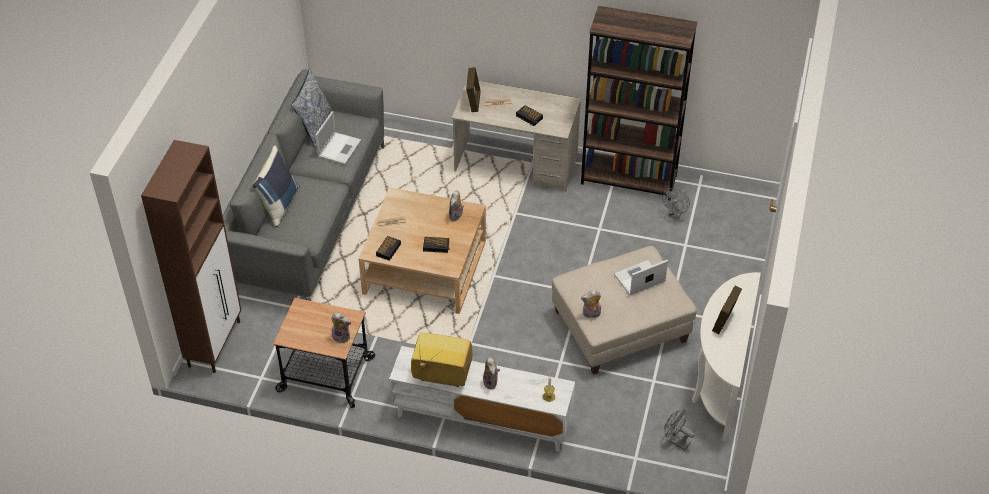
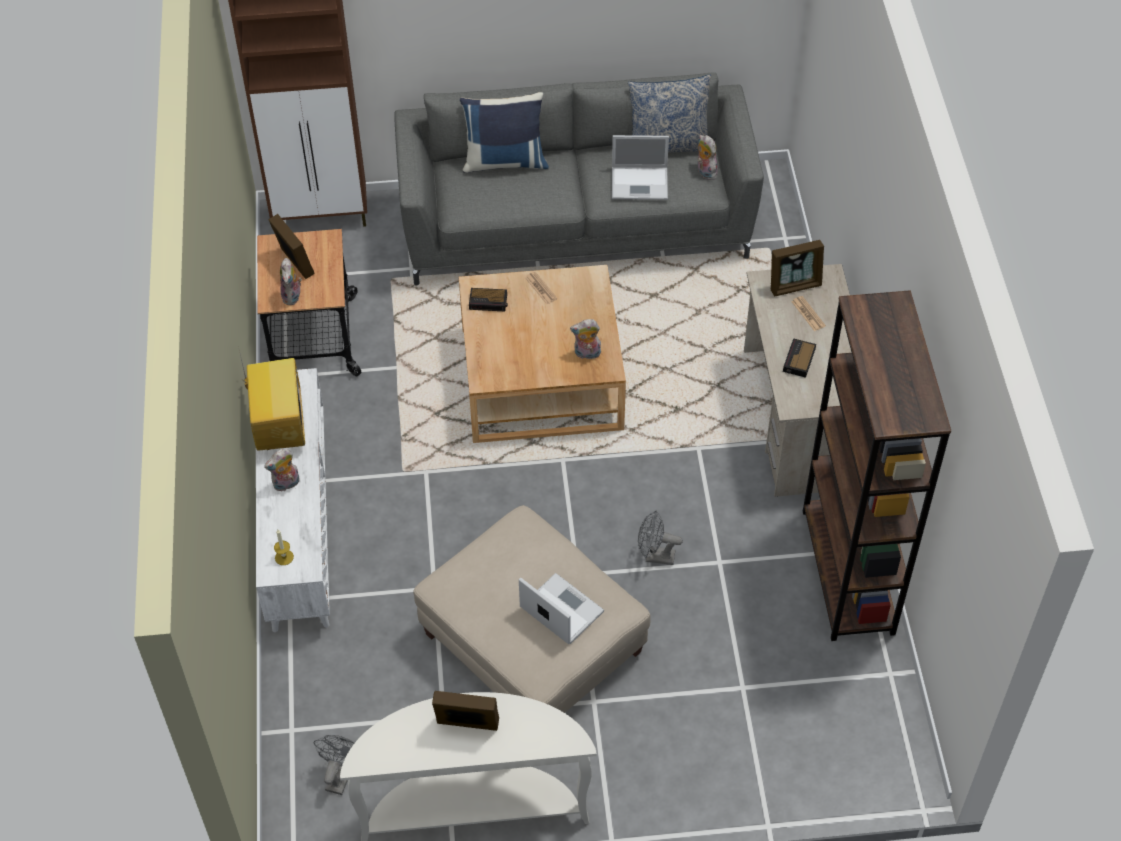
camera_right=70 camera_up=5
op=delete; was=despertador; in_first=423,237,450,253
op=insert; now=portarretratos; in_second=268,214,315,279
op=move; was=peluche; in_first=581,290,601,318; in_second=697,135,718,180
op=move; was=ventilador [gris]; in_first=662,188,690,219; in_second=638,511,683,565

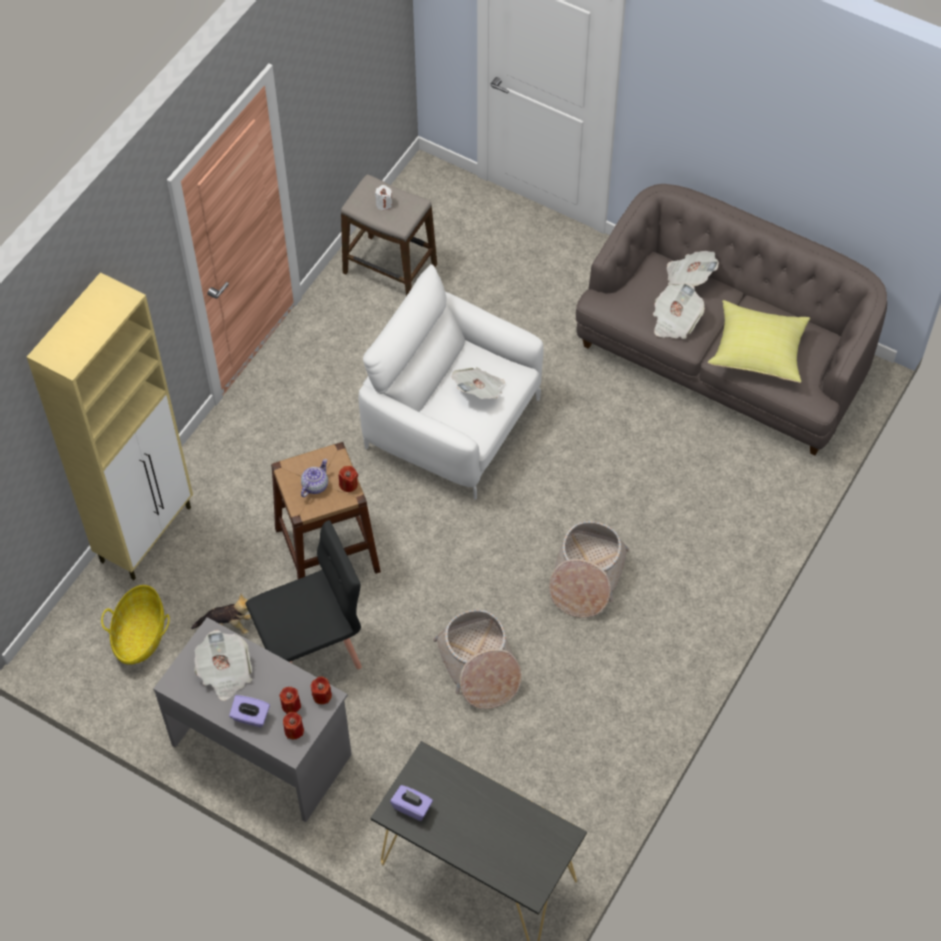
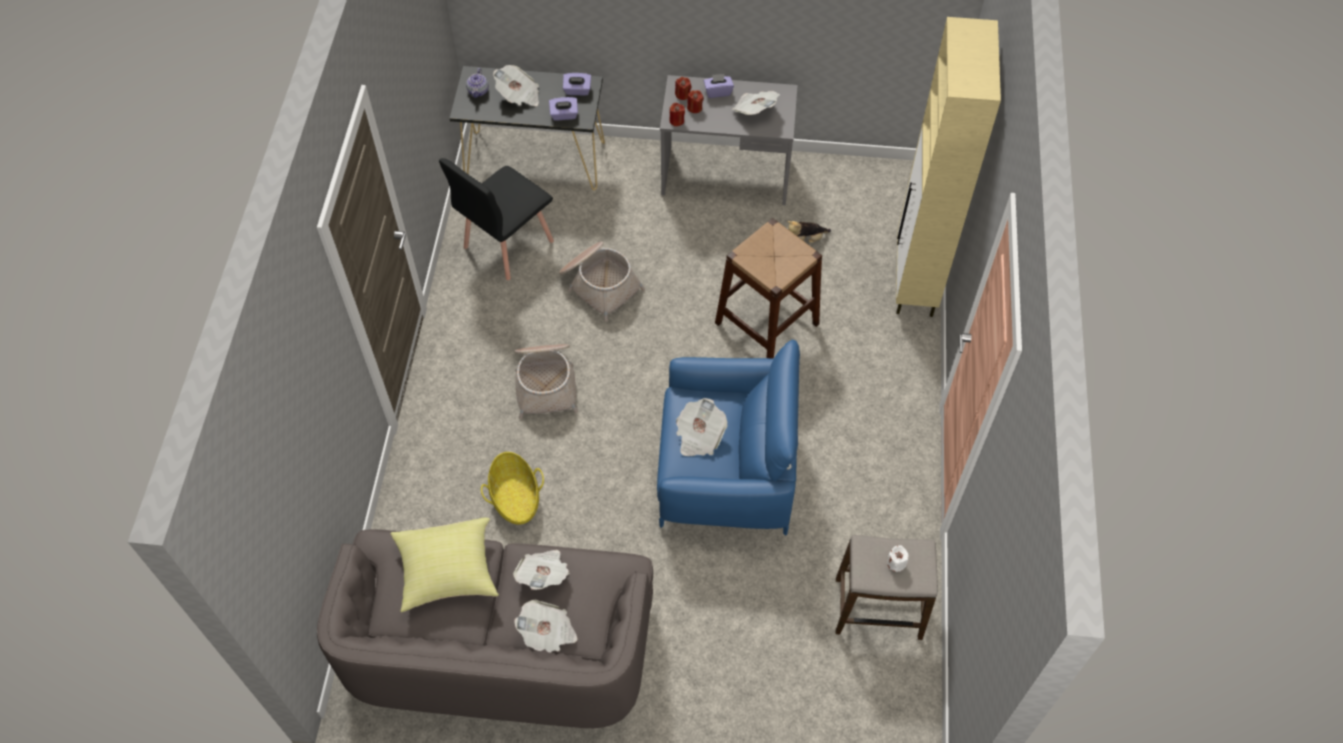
camera_right=155 camera_up=0
op=delete; was=vela [rojo]; in_first=339,466,358,492
op=insert; now=periódico; in_second=493,65,539,106
op=insert; now=caja de pañuelos [morado]; in_second=549,97,578,121
op=move; was=cesta; in_first=101,585,170,665; in_second=481,452,544,525
op=move; was=silla [negro]; in_first=246,520,362,669; in_second=439,158,554,280
op=move; was=tetera; in_first=301,459,328,497; in_second=466,68,489,98
op=recolor; was=sillón [blanco]; now=sillón [azul]; in_first=358,264,544,500; in_second=657,340,800,536

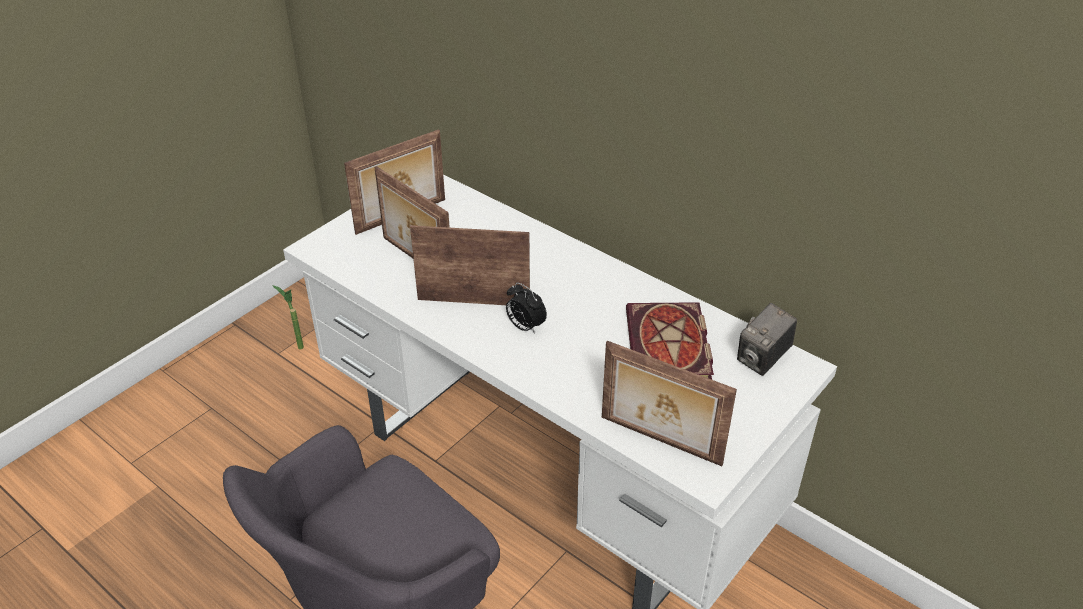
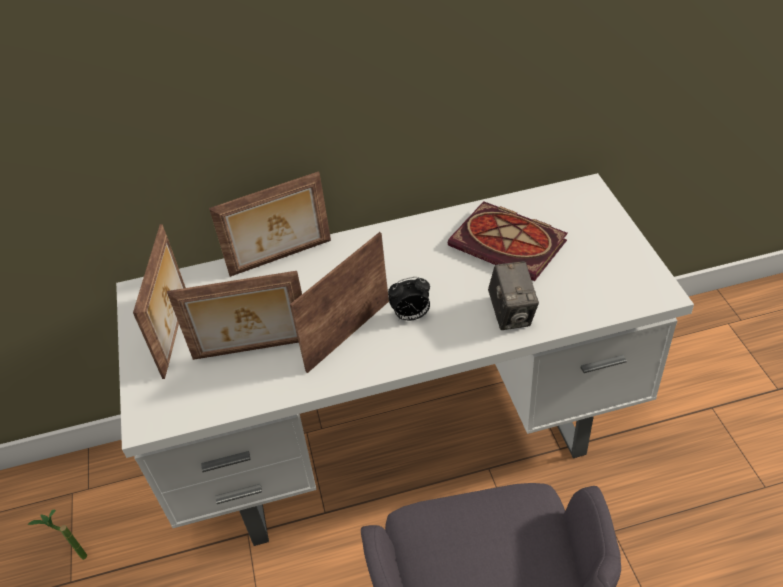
camera_right=-50 camera_up=5
op=move; was=portarretratos; in_first=602,341,737,466; in_second=209,171,331,277
op=move; was=cámara; in_first=737,303,797,376; in_second=488,261,539,330

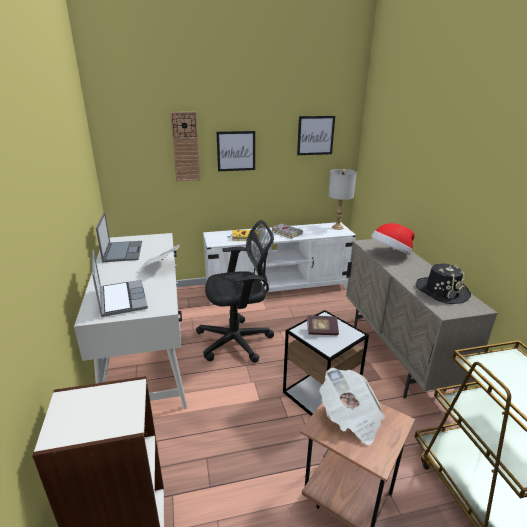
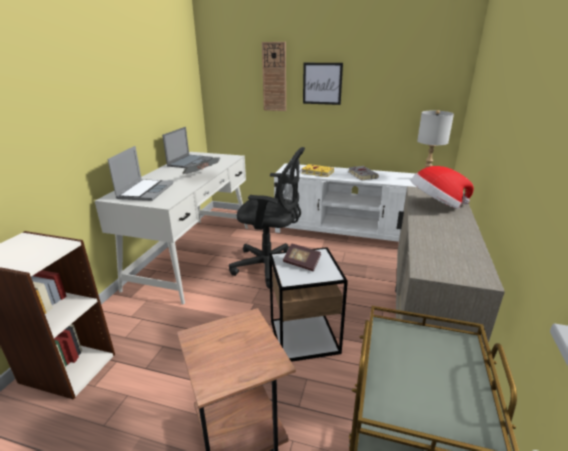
camera_right=30 camera_up=0
op=delete; was=cuadro; in_first=297,116,335,155
op=delete; was=periódico; in_first=320,368,385,445
op=delete; was=sombrero [negro]; in_first=415,263,471,304

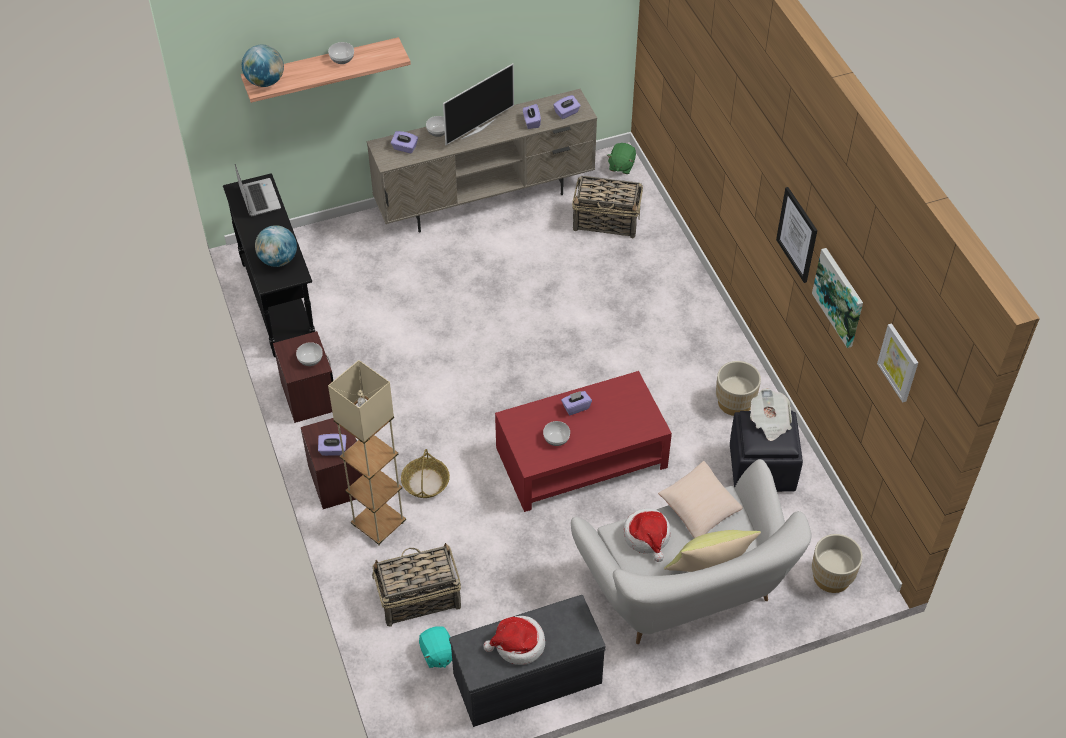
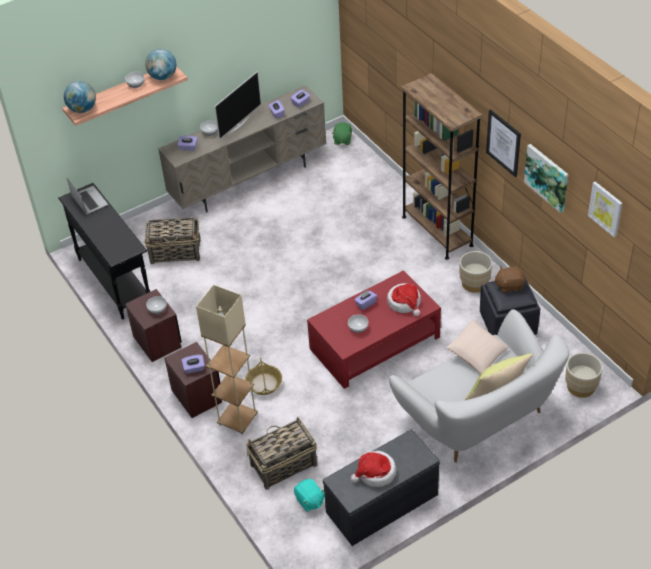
camera_right=-10 camera_up=-5
op=insert; now=estantería [marrón]; in_second=401,73,483,260
op=move; was=globo terráqueo; in_first=255,225,297,267; in_second=145,49,176,80
op=move; was=cesta; in_first=572,176,643,238; in_second=145,217,201,264
op=move; was=sombrero; in_first=623,508,671,562; in_second=387,283,421,316
op=replace; was=periódico; now=peluche [marrón]; in_first=750,388,792,441; in_second=494,266,525,293

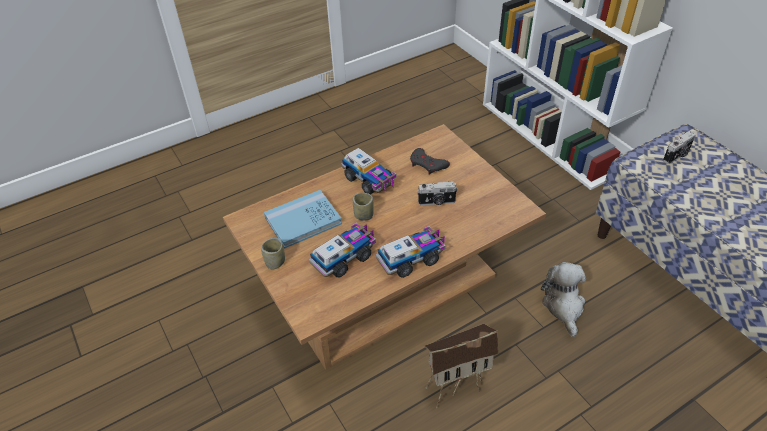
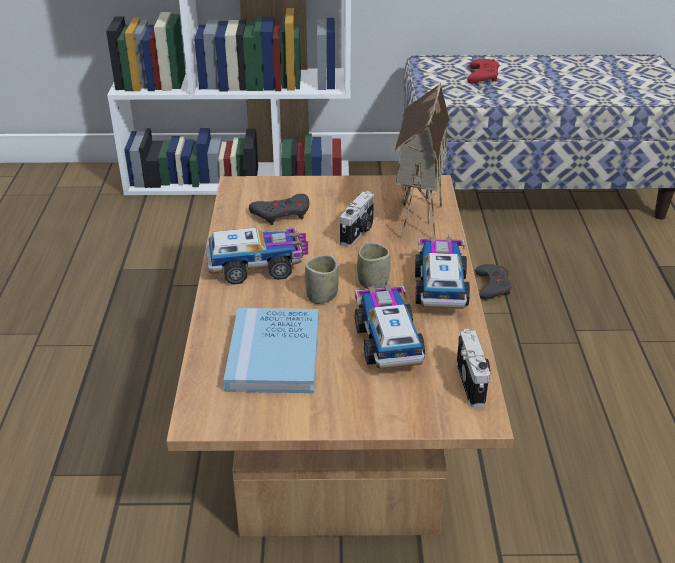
camera_right=-60 camera_up=-10
op=insert; now=mando de consola [rojo]; in_second=467,59,499,84
op=move; was=taza; in_first=261,238,285,269; in_second=357,243,390,289
op=move; was=casita; in_first=424,324,498,408; in_second=395,82,449,238
op=move; was=cámara; in_first=663,131,696,164; in_second=457,329,490,407
op=replace; was=peluche; now=mando de consola [gris]; in_first=541,262,586,337; in_second=475,264,512,300

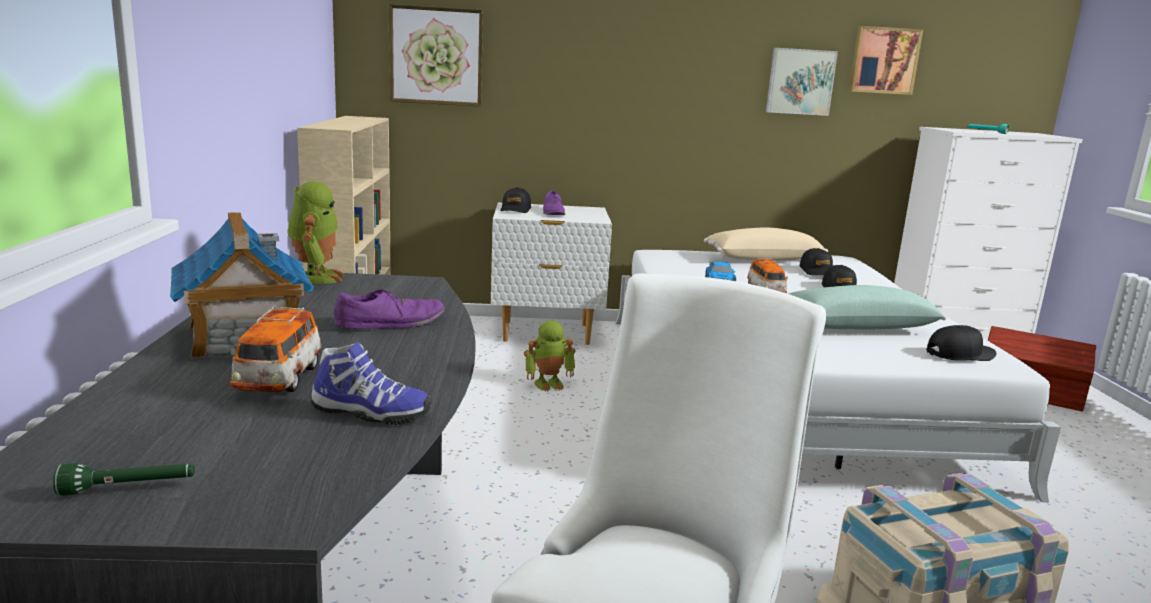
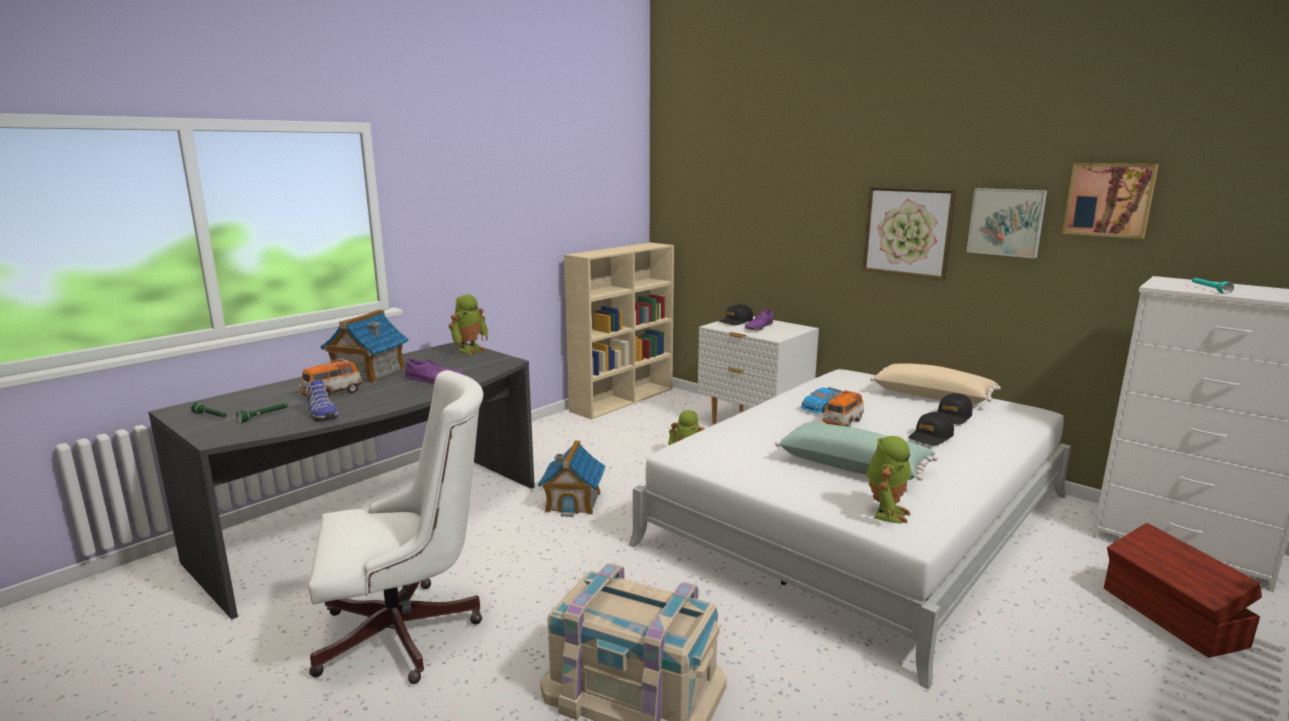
camera_right=45 camera_up=0
op=insert; now=linterna [verde]; in_second=236,403,288,423
op=insert; now=casita; in_second=537,441,606,517
op=move; was=cuadro; in_first=388,4,483,107; in_second=862,187,956,280
op=replace; was=gorra [negro]; now=robot de juguete; in_first=926,325,997,361; in_second=867,436,911,524

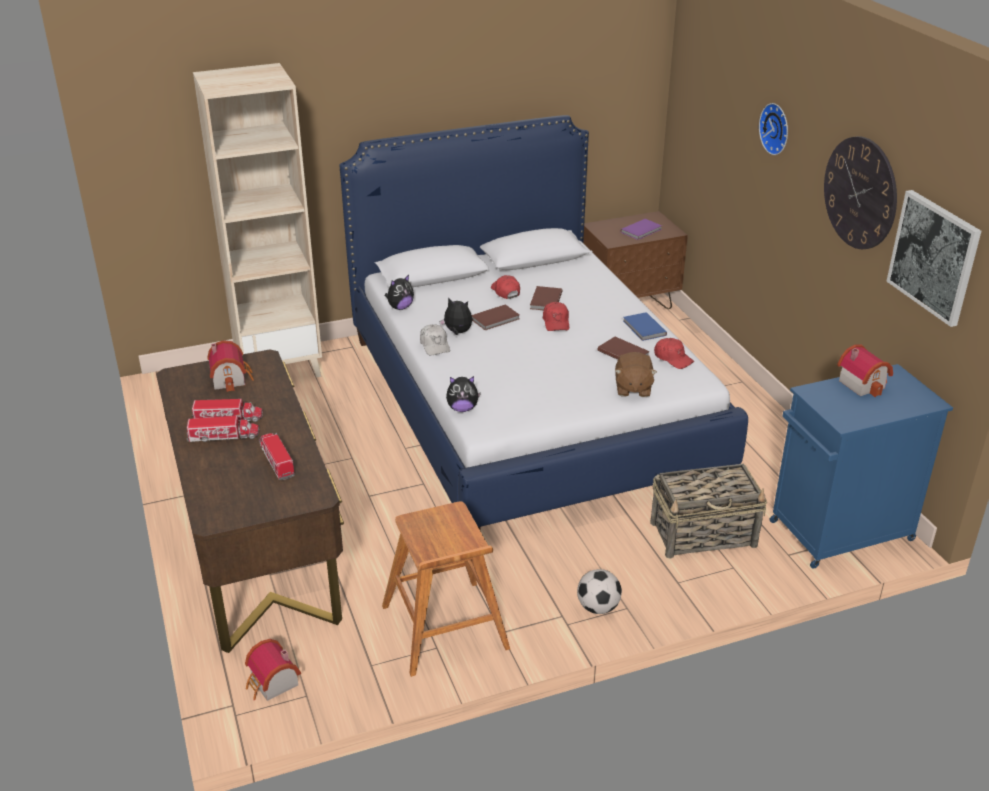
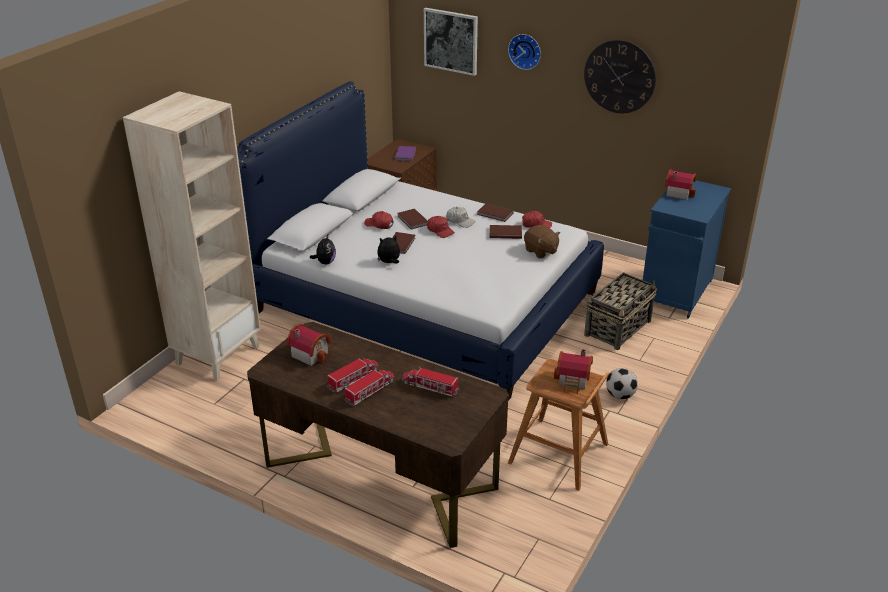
camera_right=-40 camera_up=0
op=delete; was=peluche; in_first=446,376,481,412
op=move; was=casita; in_first=245,639,301,701; in_second=554,349,593,394
op=move; was=gorra [blanco]; in_first=420,324,450,355; in_second=446,207,476,228
op=move; was=cuadro; in_first=886,190,981,327; in_second=424,8,478,76
op=recolor; was=libro [azul]; now=libro [marrón]; in_first=623,312,667,341; in_second=477,204,514,222

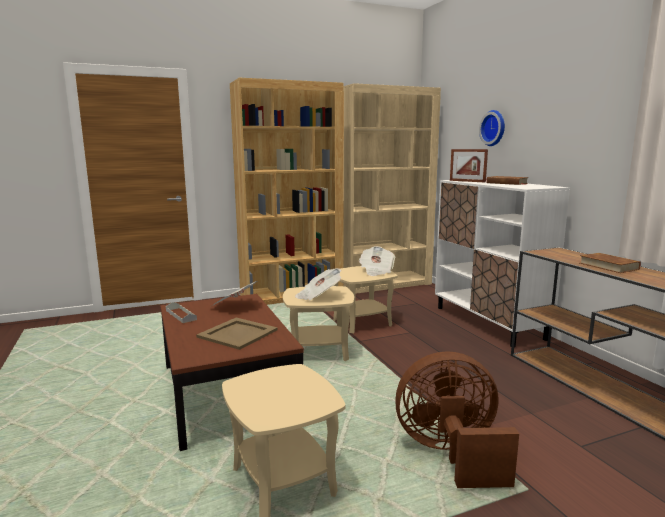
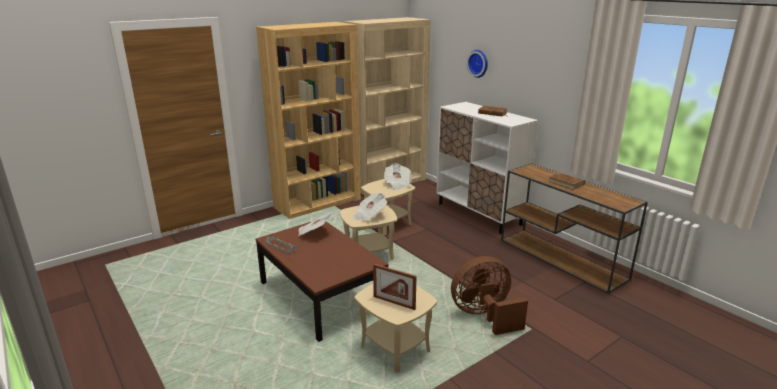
camera_right=-15 camera_up=10
op=delete; was=bandeja [beis]; in_first=196,318,278,350
op=move; was=portarretratos; in_first=450,149,488,183; in_second=373,264,417,310

